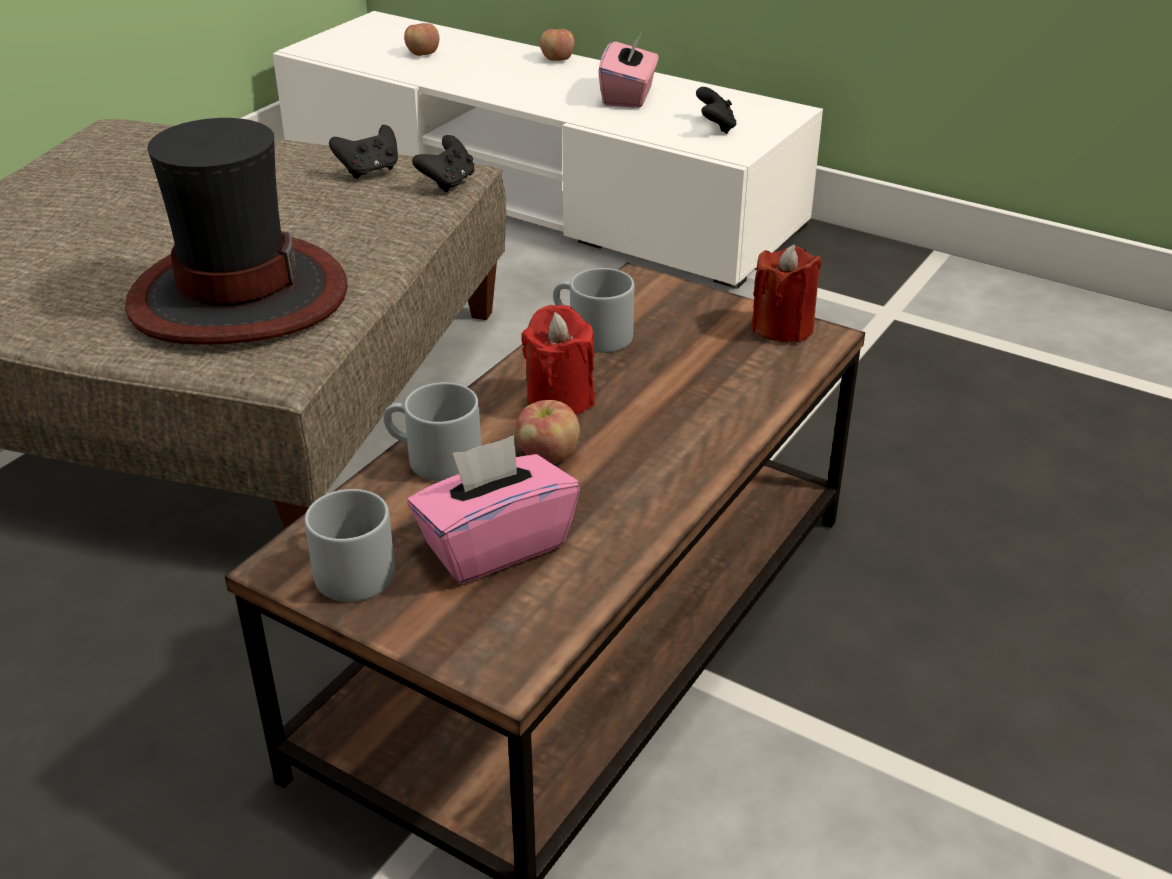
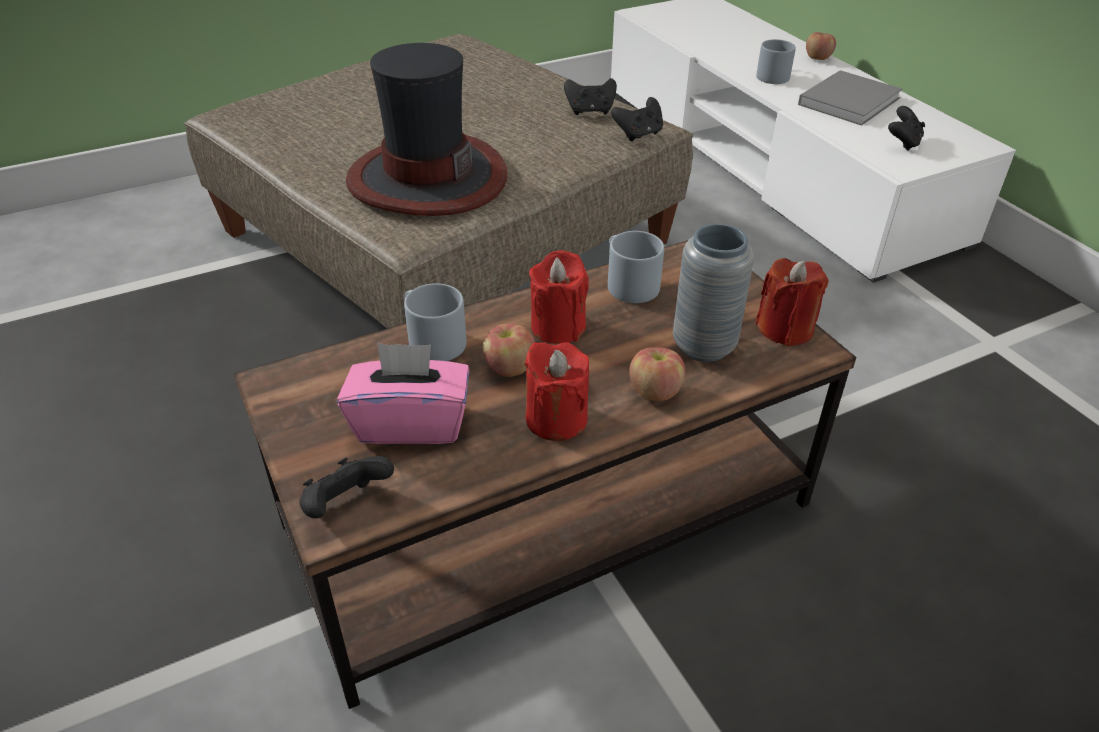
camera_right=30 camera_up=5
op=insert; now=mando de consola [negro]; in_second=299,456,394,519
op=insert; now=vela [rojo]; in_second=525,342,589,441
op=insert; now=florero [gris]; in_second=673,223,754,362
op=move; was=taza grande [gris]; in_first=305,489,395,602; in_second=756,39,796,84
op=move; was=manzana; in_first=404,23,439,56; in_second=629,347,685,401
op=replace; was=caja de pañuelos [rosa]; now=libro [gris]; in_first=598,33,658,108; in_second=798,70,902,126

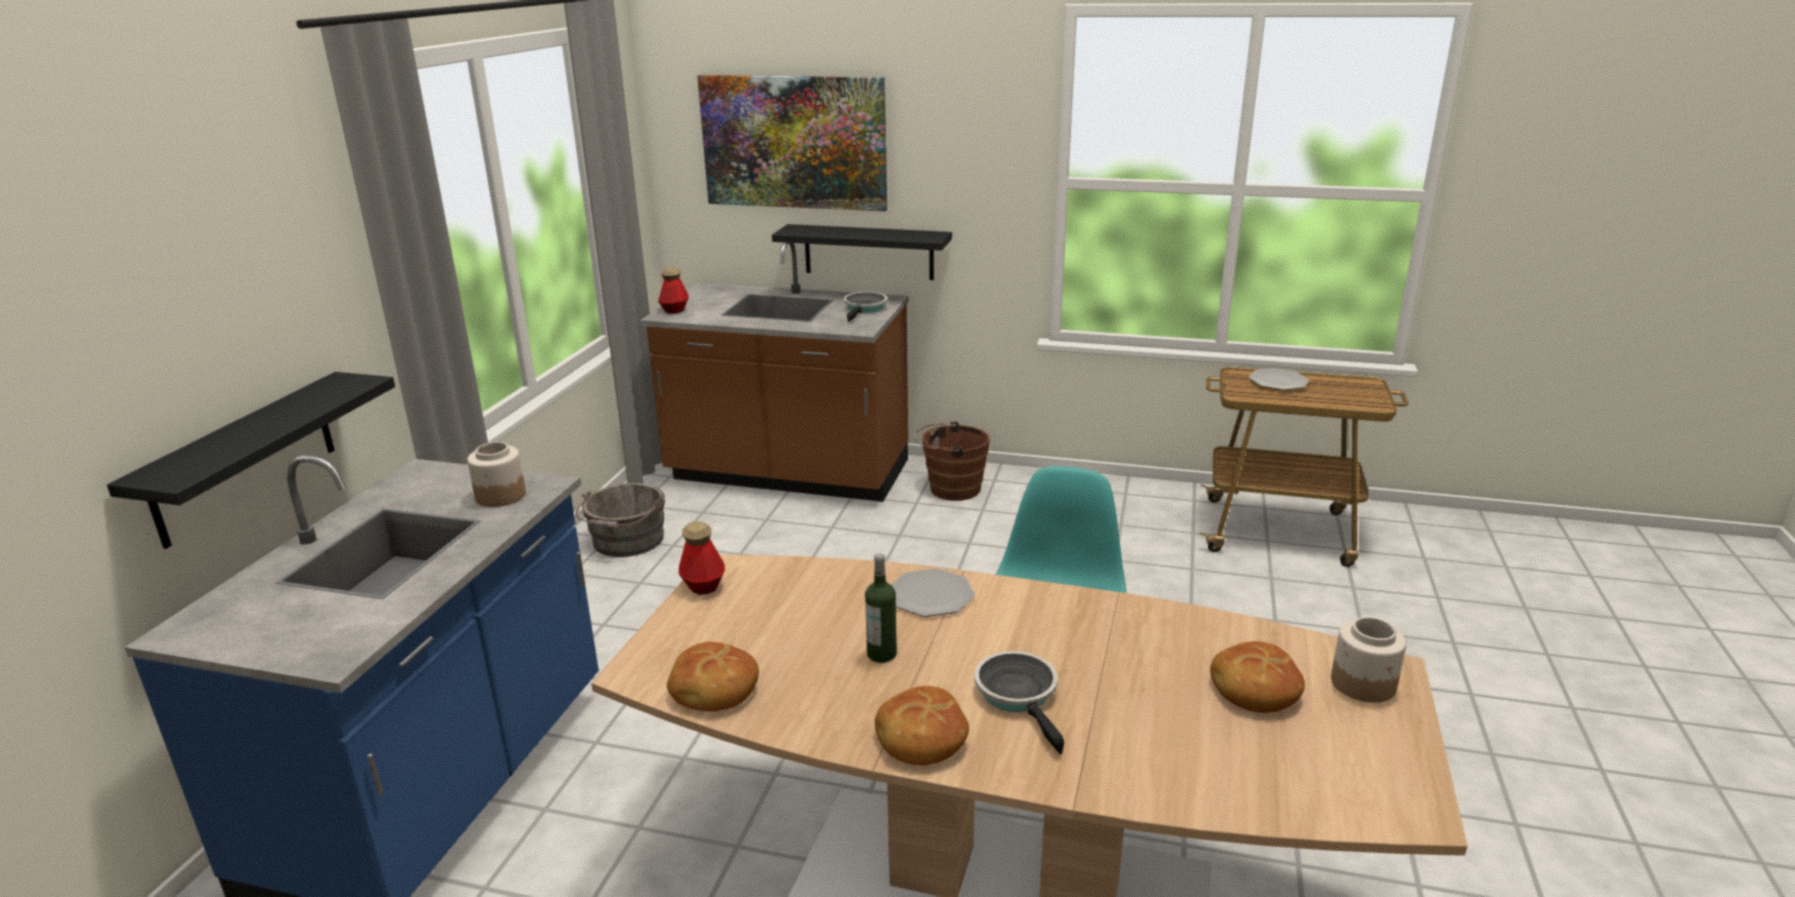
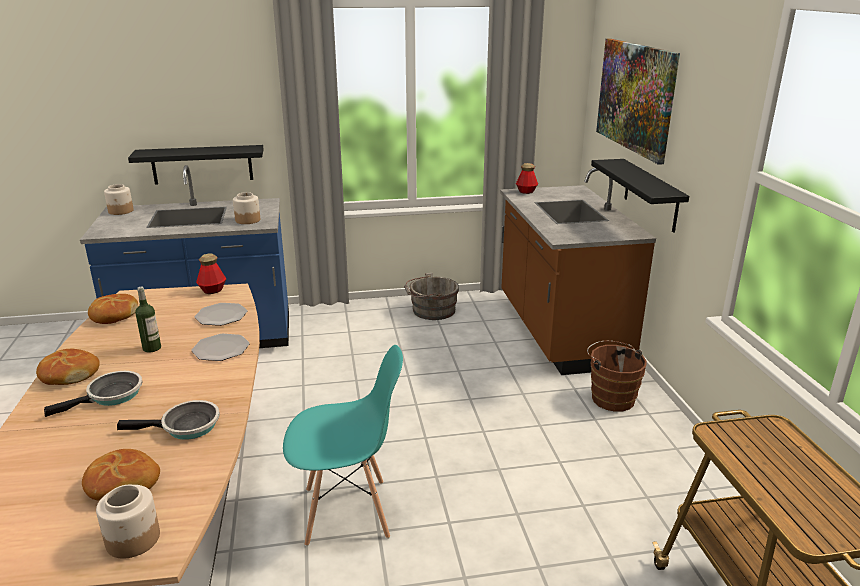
camera_right=65 camera_up=0
op=insert; now=tarro; in_second=104,184,134,215
op=move; was=sartén; in_first=844,292,887,322; in_second=117,400,220,440
op=move; was=plato; in_first=1249,368,1309,390; in_second=195,303,248,326

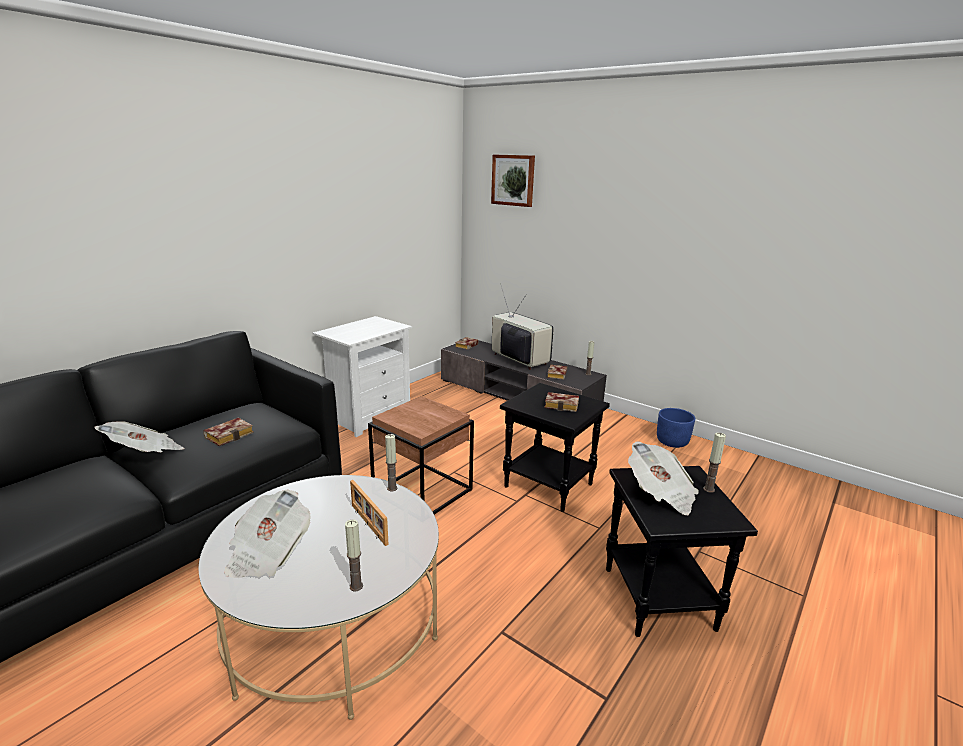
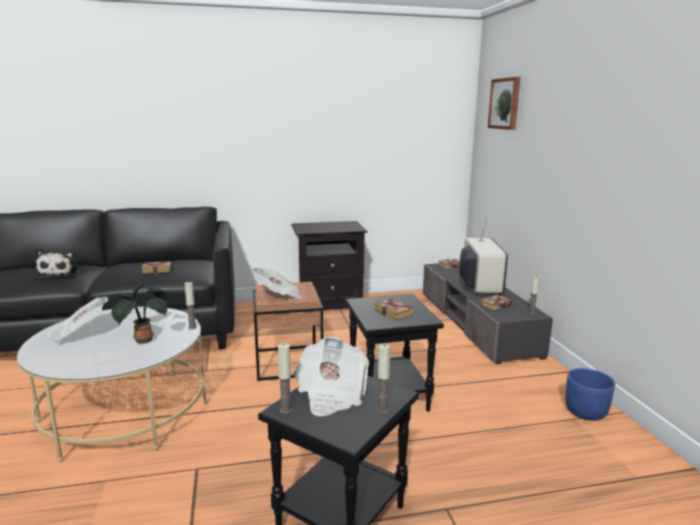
camera_right=40 camera_up=-5
op=insert; now=peluche; in_second=35,248,80,278
op=move; was=periódico; in_first=94,421,184,452; in_second=252,268,302,299
op=move; was=vela; in_first=345,519,363,591; in_second=278,343,292,414
op=replace; was=portarretratos; now=planta en maceta; in_first=350,480,388,546; in_second=111,283,167,344
op=recolor; was=mesita de noche [blanco]; now=mesita de noche [negro]; in_first=313,316,412,437; in_second=291,221,368,310

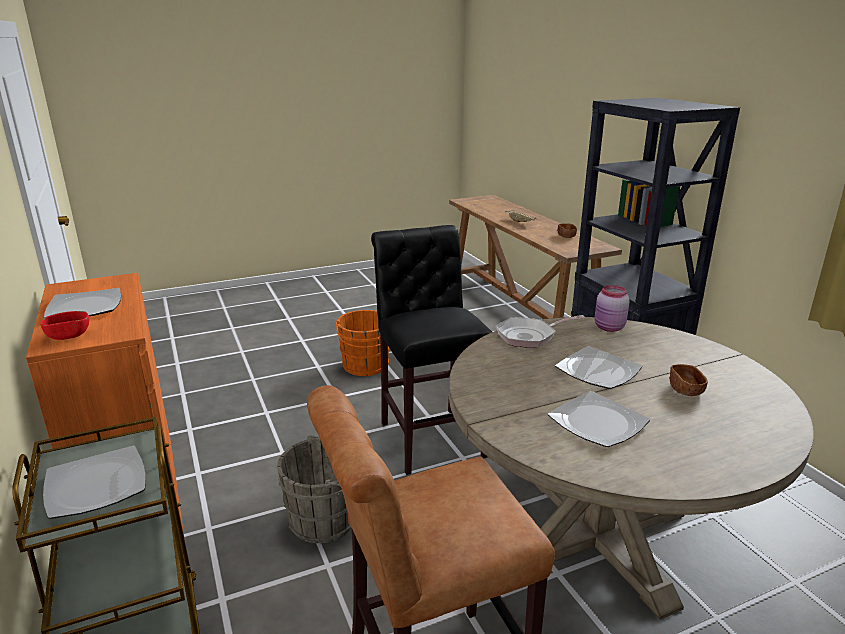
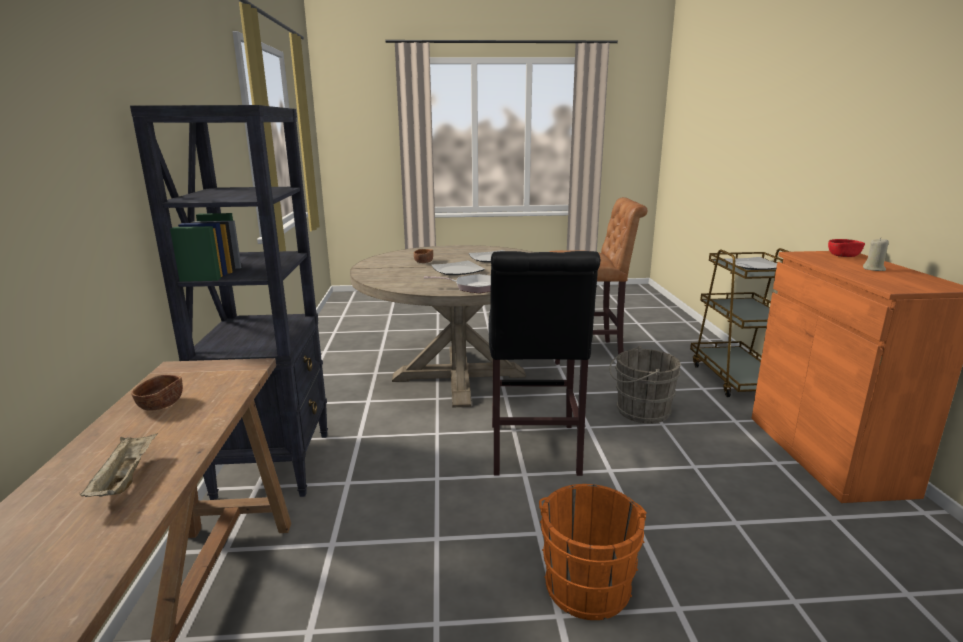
camera_right=-160 camera_up=-5
op=delete; was=tarro [rosa]; in_first=595,285,630,332
op=replace; was=plato; now=vela [beis]; in_first=44,288,121,318; in_second=863,238,889,271

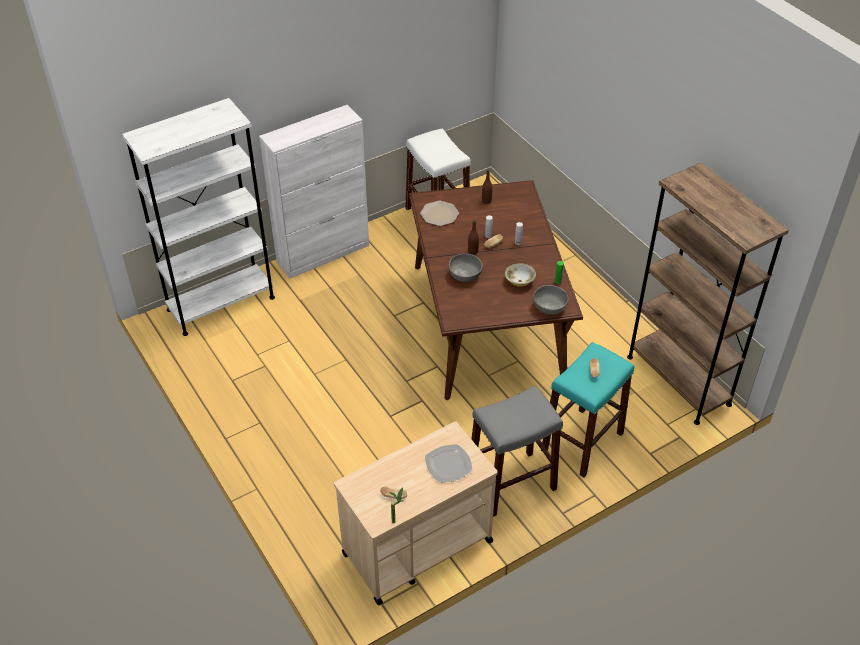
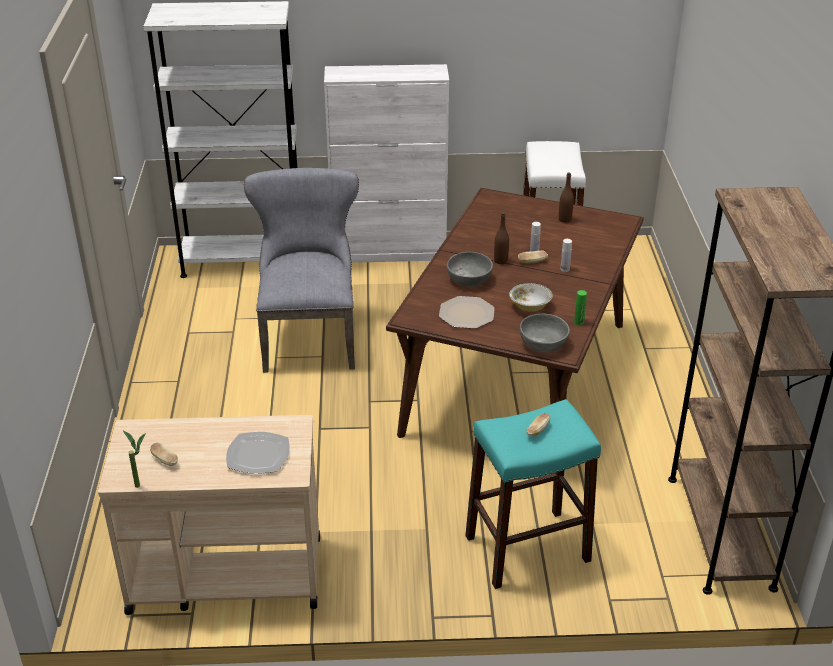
camera_right=30 camera_up=-10
op=delete; was=taburete [gris]; in_first=471,385,563,517
op=insert; now=silla [gris]; in_second=244,168,359,373
op=move; was=plato; in_first=420,201,459,226; in_second=439,296,495,329

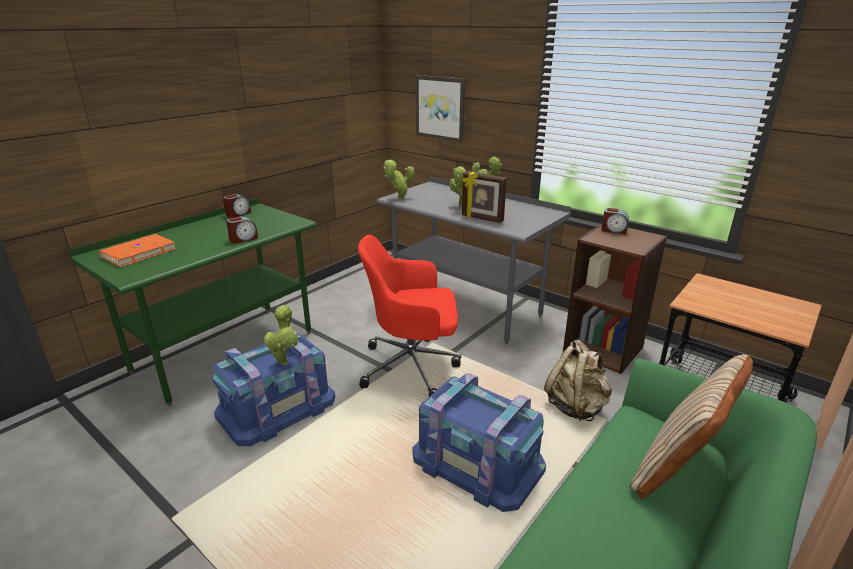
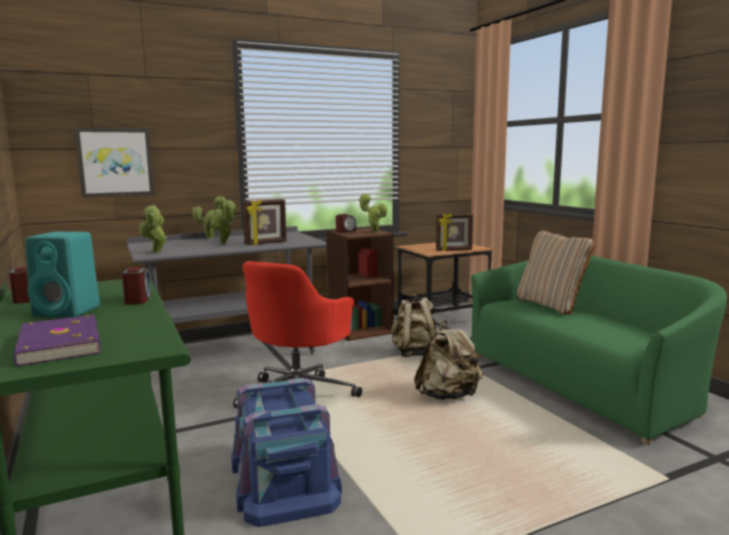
camera_right=-65 camera_up=-15
op=insert; now=altavoz [turquesa]; in_second=25,232,100,318
op=insert; now=portarretratos; in_second=436,213,473,251
op=move; was=planta en maceta; in_first=264,305,298,365; in_second=359,193,387,233
op=replace; was=caja de almacenaje [azul]; now=mochila [beis]; in_first=413,373,546,512; in_second=414,320,483,400
op=recolor; was=libro [naranja]; now=libro [morado]; in_first=99,234,177,267; in_second=13,315,101,366

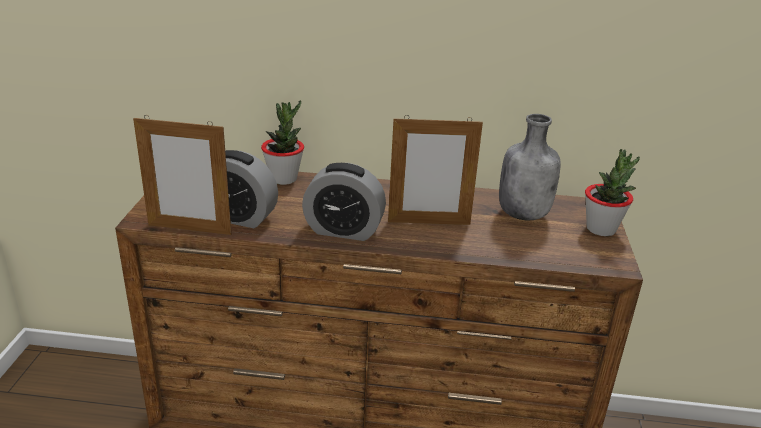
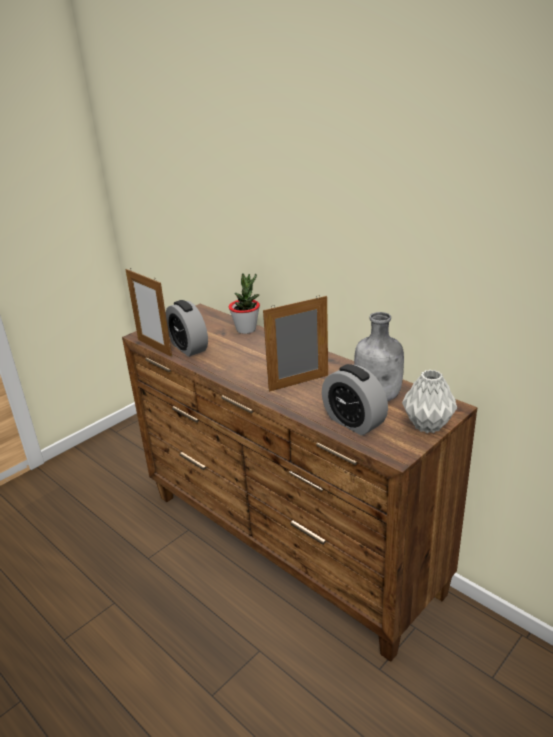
camera_right=40 camera_up=0
op=move; was=despertador; in_first=302,163,386,241; in_second=322,364,388,436
op=replace; was=planta en maceta; now=florero [gris]; in_first=585,149,640,236; in_second=402,370,457,433
op=rotate; was=portarretratos; in_first=388,115,483,225; in_second=263,295,328,392; clockwise=120

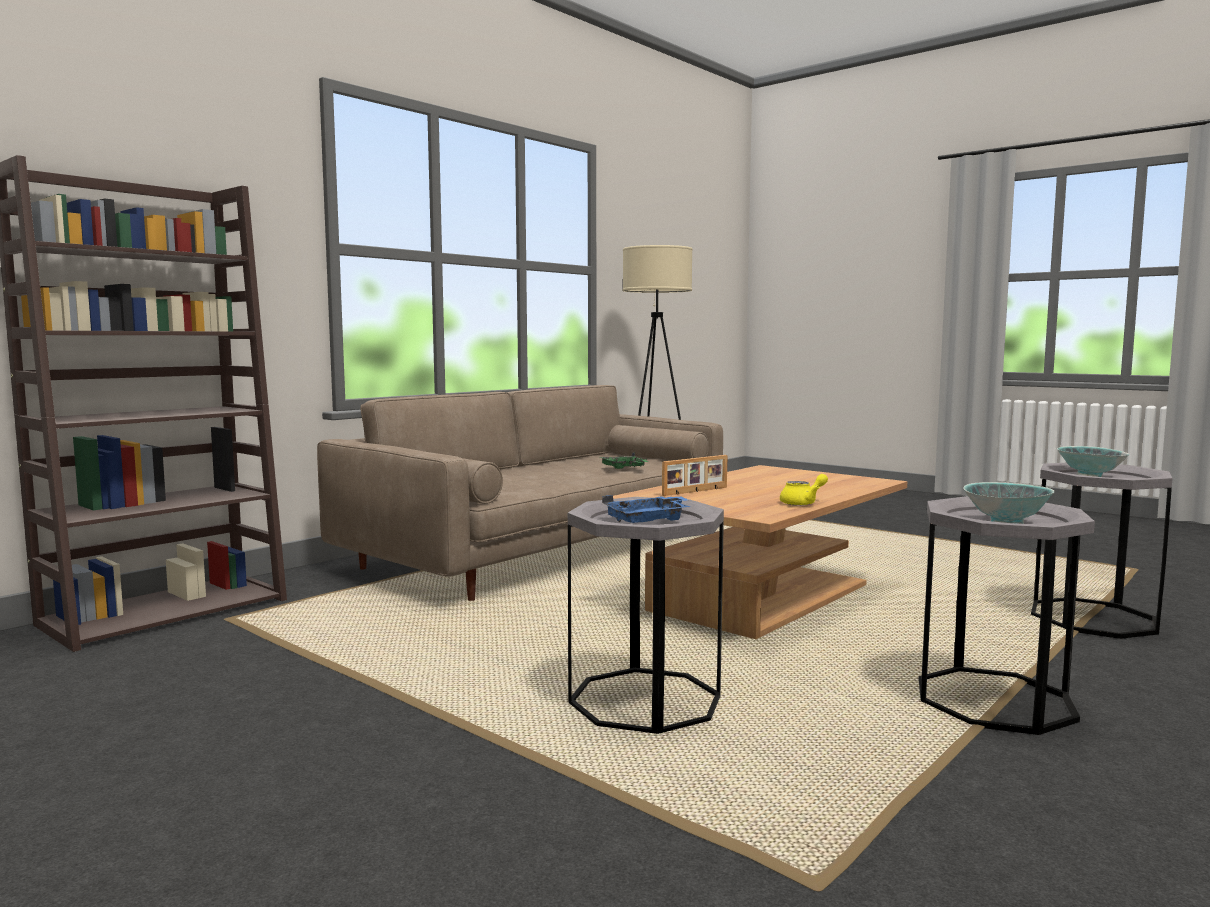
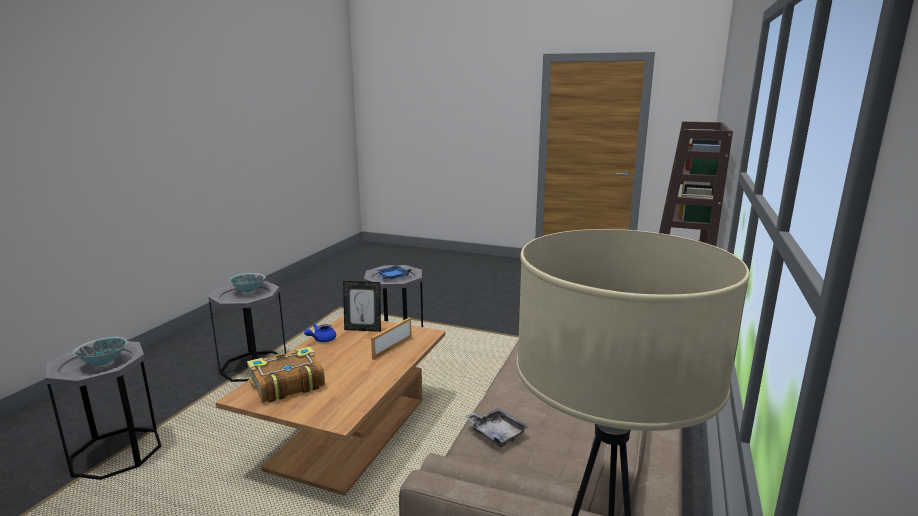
camera_right=160 camera_up=10
op=insert; now=libro; in_second=247,346,325,403
op=insert; now=portarretratos; in_second=343,281,381,332
op=recolor; was=bandeja [verde]; now=bandeja [gris]; in_first=599,452,648,469; in_second=465,408,529,448
op=recolor; was=tetera [amarillo]; now=tetera [azul]; in_first=780,474,828,506; in_second=304,323,336,342

